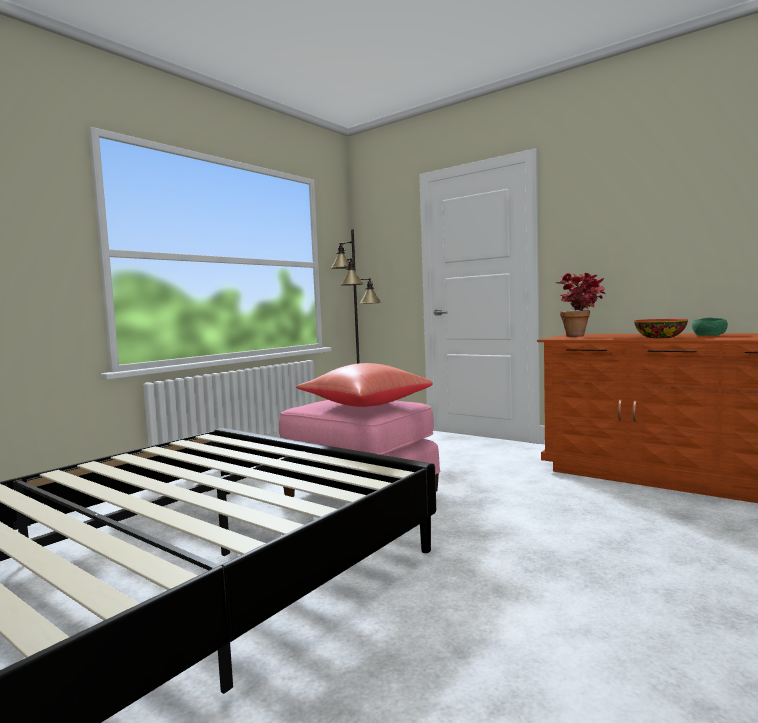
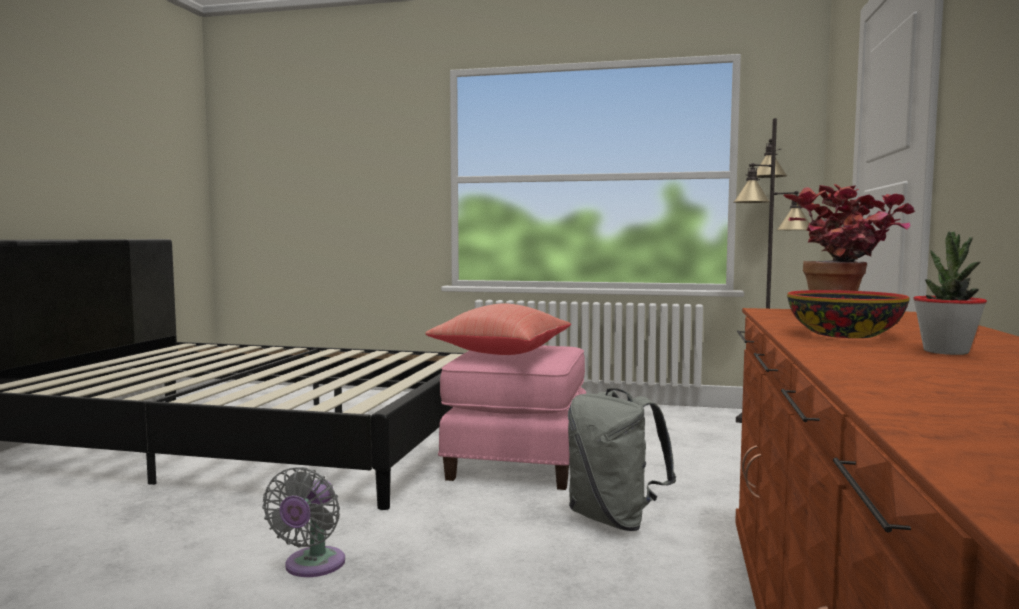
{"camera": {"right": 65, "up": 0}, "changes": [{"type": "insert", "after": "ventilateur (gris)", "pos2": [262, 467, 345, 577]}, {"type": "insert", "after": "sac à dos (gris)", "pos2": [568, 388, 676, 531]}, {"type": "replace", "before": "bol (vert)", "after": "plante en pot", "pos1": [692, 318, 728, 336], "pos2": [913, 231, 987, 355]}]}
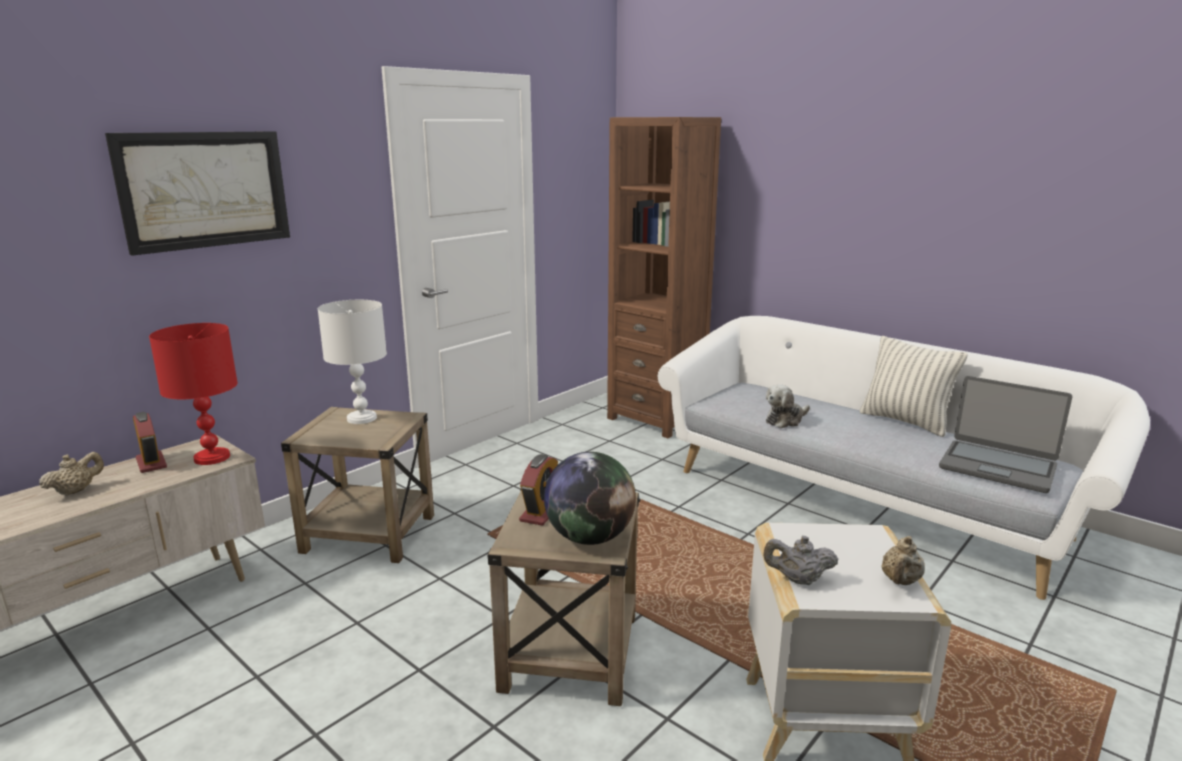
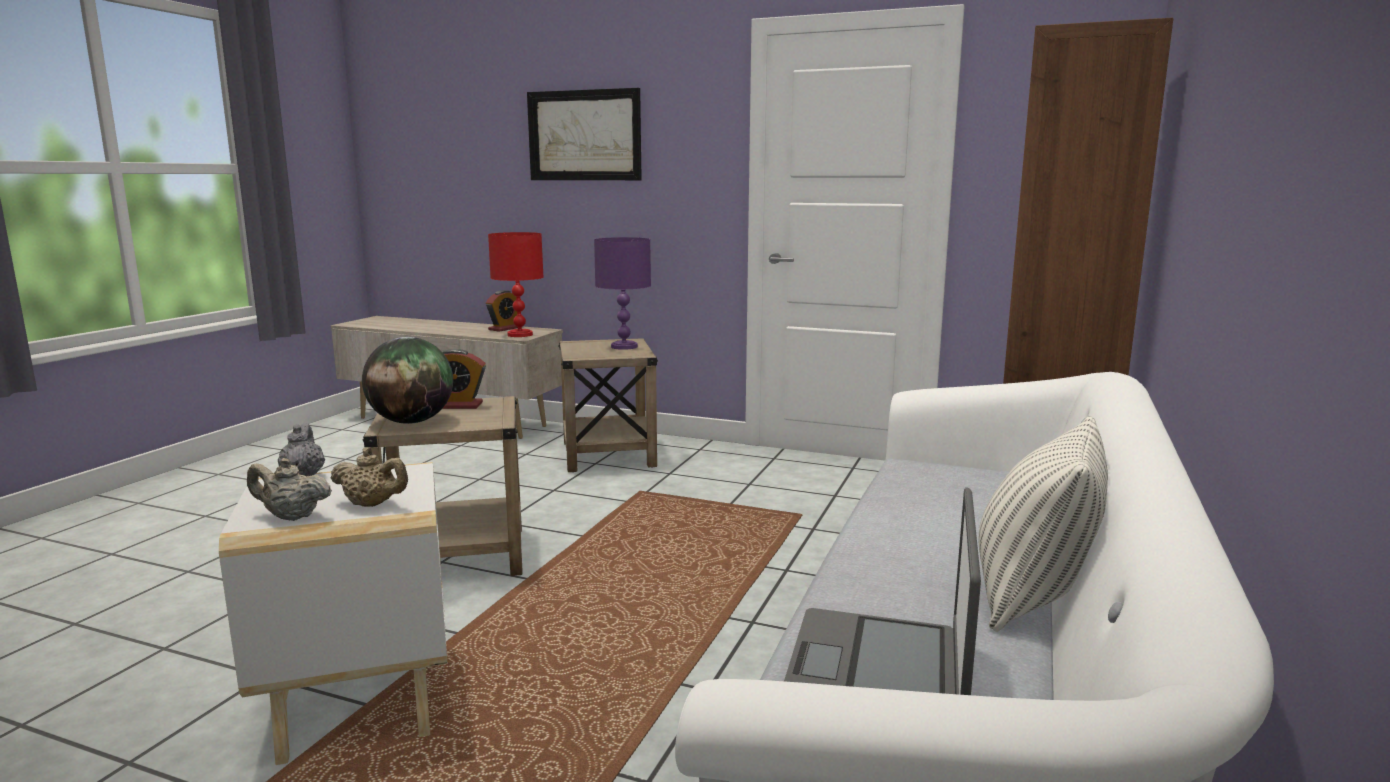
{"camera": {"right": 70, "up": -5}, "changes": [{"type": "delete", "before": "peluche", "pos1": [766, 384, 810, 428]}, {"type": "move", "before": "théière (beige)", "pos1": [39, 452, 104, 496], "pos2": [330, 447, 408, 507]}, {"type": "recolor", "before": "lampe de table (blanc)", "after": "lampe de table (violet)", "pos1": [318, 300, 387, 424], "pos2": [594, 237, 651, 350]}]}
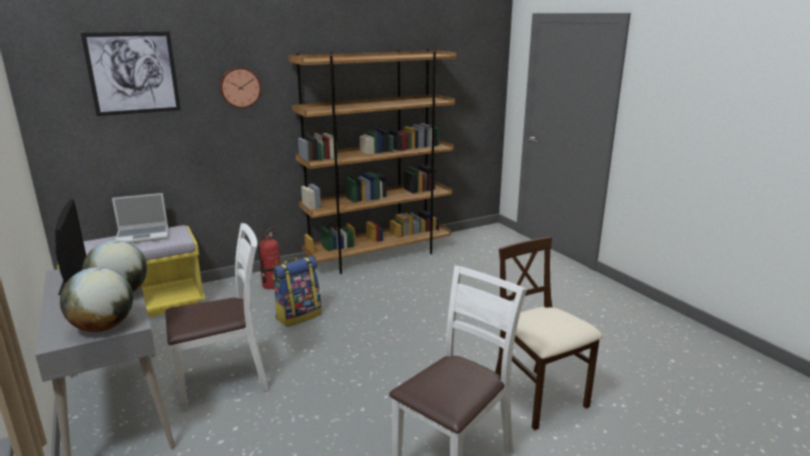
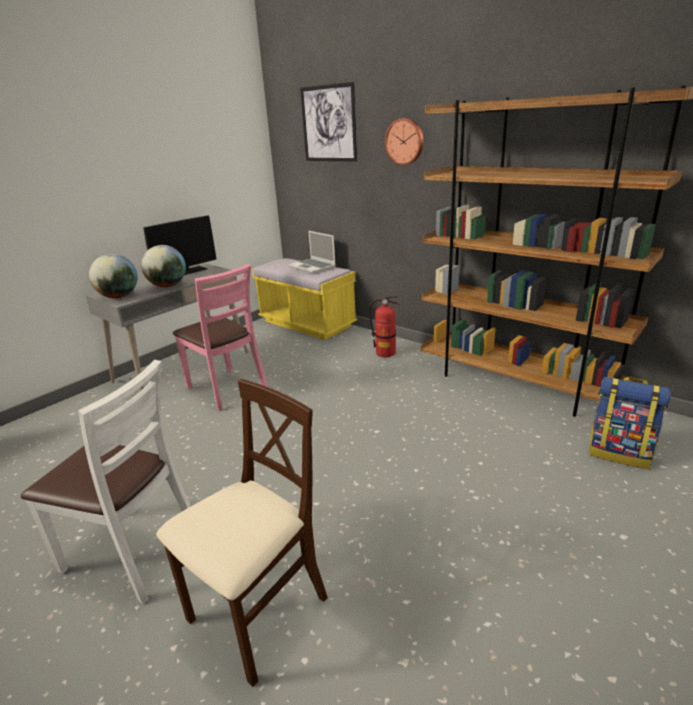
{"camera": {"right": 70, "up": 5}, "changes": [{"type": "move", "before": "sac à dos", "pos1": [273, 256, 322, 327], "pos2": [589, 377, 671, 469]}, {"type": "recolor", "before": "chaise (blanc)", "after": "chaise (rose)", "pos1": [165, 223, 269, 409], "pos2": [173, 264, 268, 411]}]}
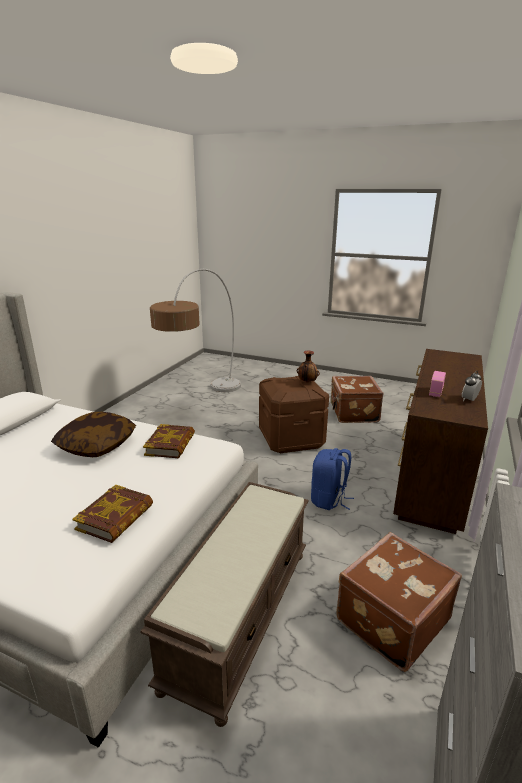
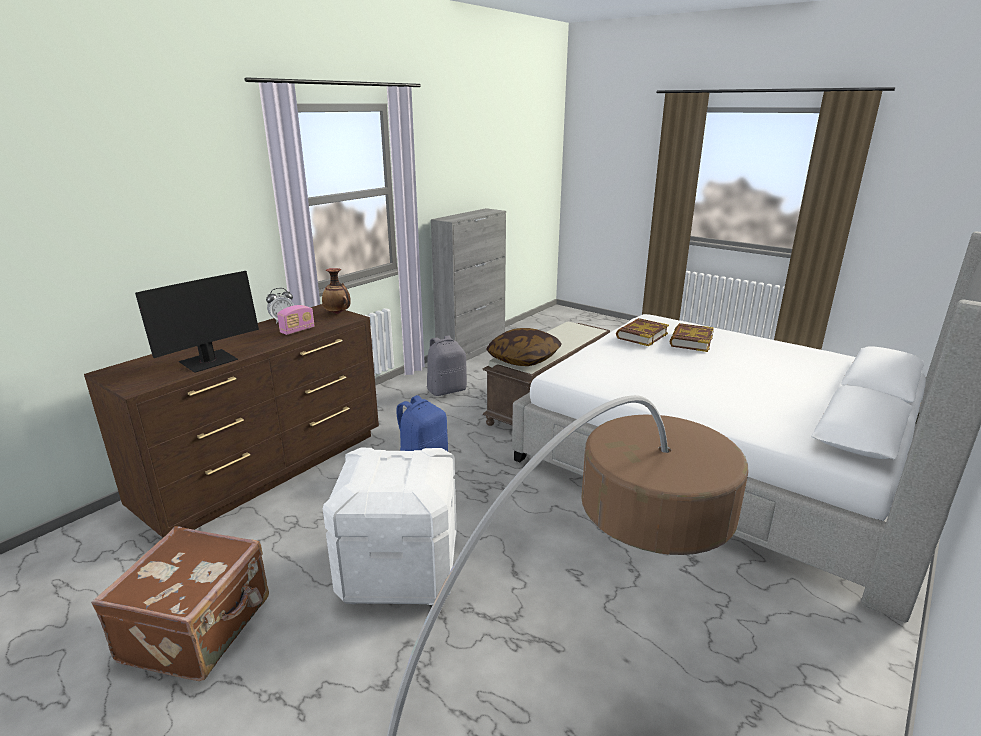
{"camera": {"right": -165, "up": 0}, "changes": [{"type": "insert", "after": "écran d'ordinateur", "pos2": [135, 271, 259, 373]}, {"type": "move", "before": "coussin", "pos1": [51, 412, 136, 457], "pos2": [486, 328, 562, 366]}, {"type": "move", "before": "livre", "pos1": [143, 424, 195, 458], "pos2": [670, 323, 714, 352]}, {"type": "move", "before": "vase", "pos1": [297, 351, 320, 383], "pos2": [322, 268, 351, 314]}, {"type": "replace", "before": "valise (marron)", "after": "sac à dos (gris)", "pos1": [336, 532, 462, 672], "pos2": [427, 335, 467, 396]}, {"type": "recolor", "before": "boîte de rangement (marron)", "after": "boîte de rangement (blanc)", "pos1": [259, 376, 329, 453], "pos2": [323, 447, 457, 605]}]}
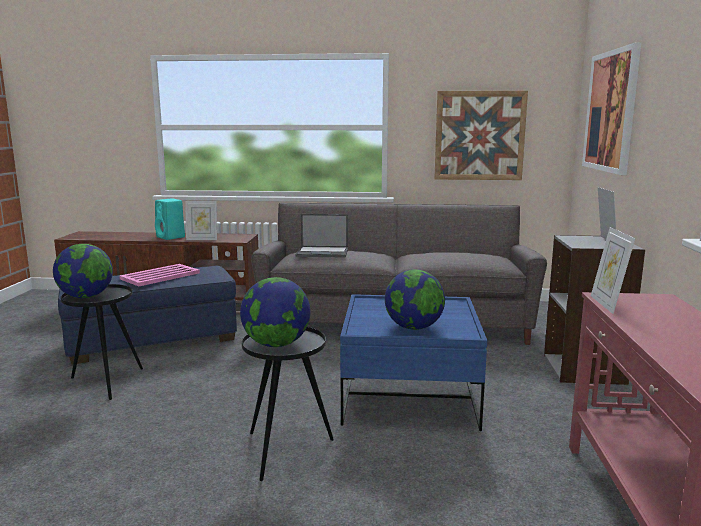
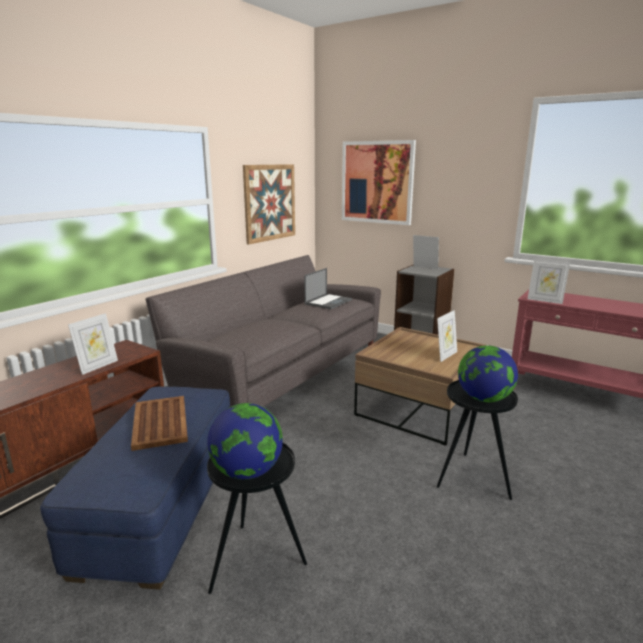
{"camera": {"right": -60, "up": 5}, "changes": [{"type": "delete", "before": "enceinte (turquoise)", "pos1": [155, 198, 185, 240]}, {"type": "move", "before": "ordinateur portable", "pos1": [296, 214, 348, 258], "pos2": [304, 268, 352, 309]}, {"type": "replace", "before": "globe", "after": "cadre photo", "pos1": [385, 269, 445, 330], "pos2": [437, 310, 457, 362]}, {"type": "recolor", "before": "plateau (rose)", "after": "plateau (marron)", "pos1": [119, 264, 200, 286], "pos2": [131, 396, 188, 451]}, {"type": "recolor", "before": "table basse (bleu)", "after": "table basse (marron)", "pos1": [340, 294, 487, 431], "pos2": [354, 327, 485, 446]}]}
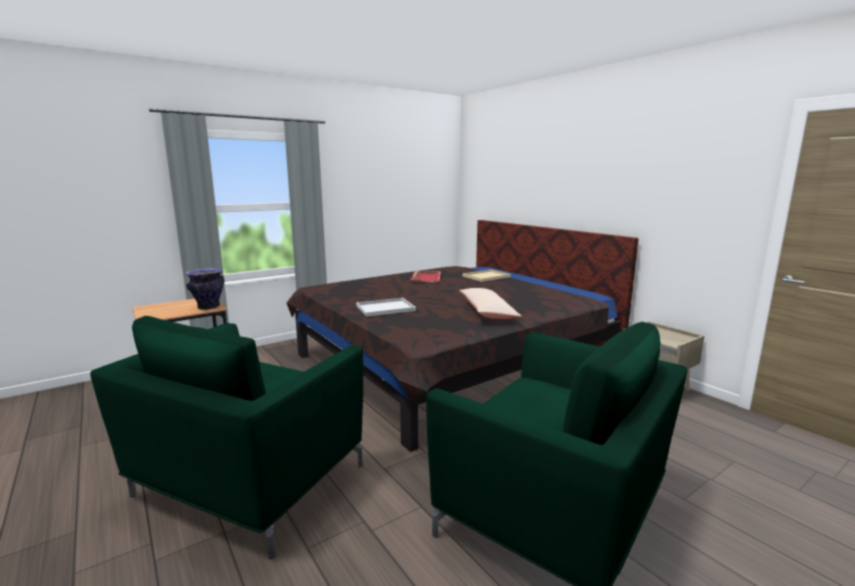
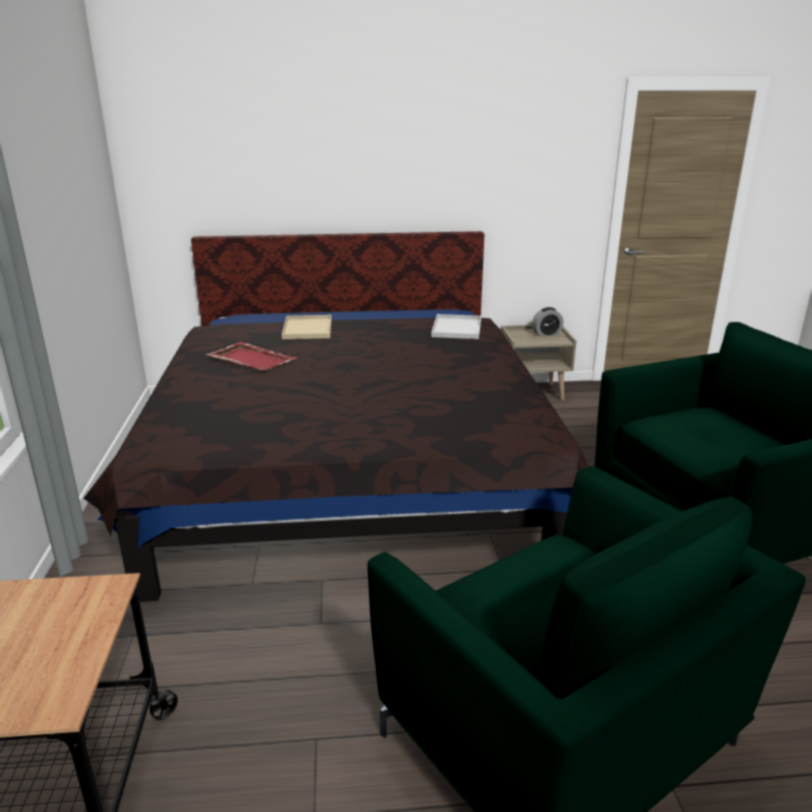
{"camera": {"right": -60, "up": 10}, "changes": [{"type": "delete", "before": "vase", "pos1": [185, 268, 224, 310]}, {"type": "delete", "before": "coussin (beige)", "pos1": [459, 288, 521, 319]}, {"type": "insert", "after": "réveil", "pos2": [532, 307, 563, 337]}, {"type": "move", "before": "plateau (blanc)", "pos1": [356, 298, 416, 317], "pos2": [431, 314, 481, 339]}]}
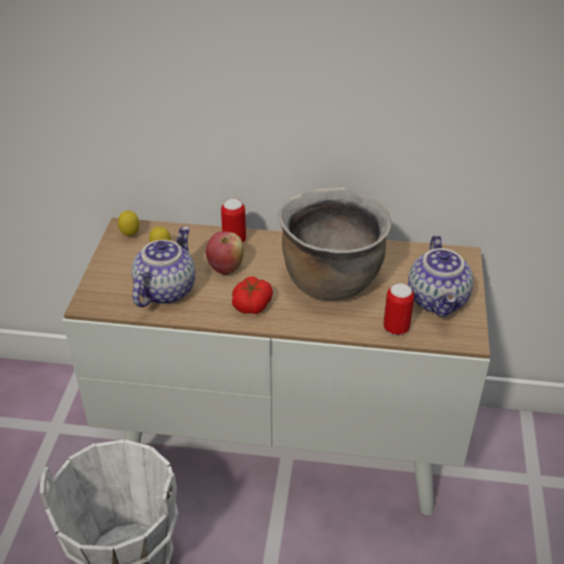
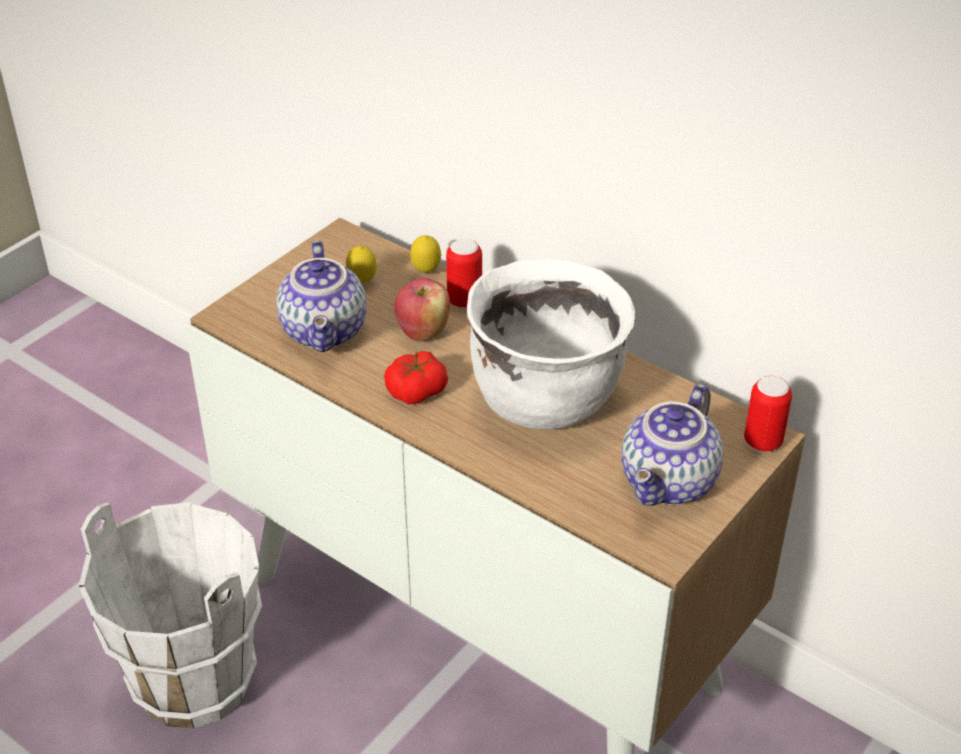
{"camera": {"right": 30, "up": 0}, "changes": [{"type": "move", "before": "citron", "pos1": [118, 210, 140, 236], "pos2": [410, 235, 441, 273]}, {"type": "move", "before": "boîte métallique", "pos1": [383, 283, 414, 335], "pos2": [744, 376, 792, 452]}, {"type": "recolor", "before": "marmite (marron)", "after": "marmite (blanc)", "pos1": [278, 188, 392, 300], "pos2": [467, 259, 636, 430]}, {"type": "rotate", "before": "théière", "pos1": [131, 226, 195, 307], "pos2": [276, 240, 366, 352], "turn": 120}]}
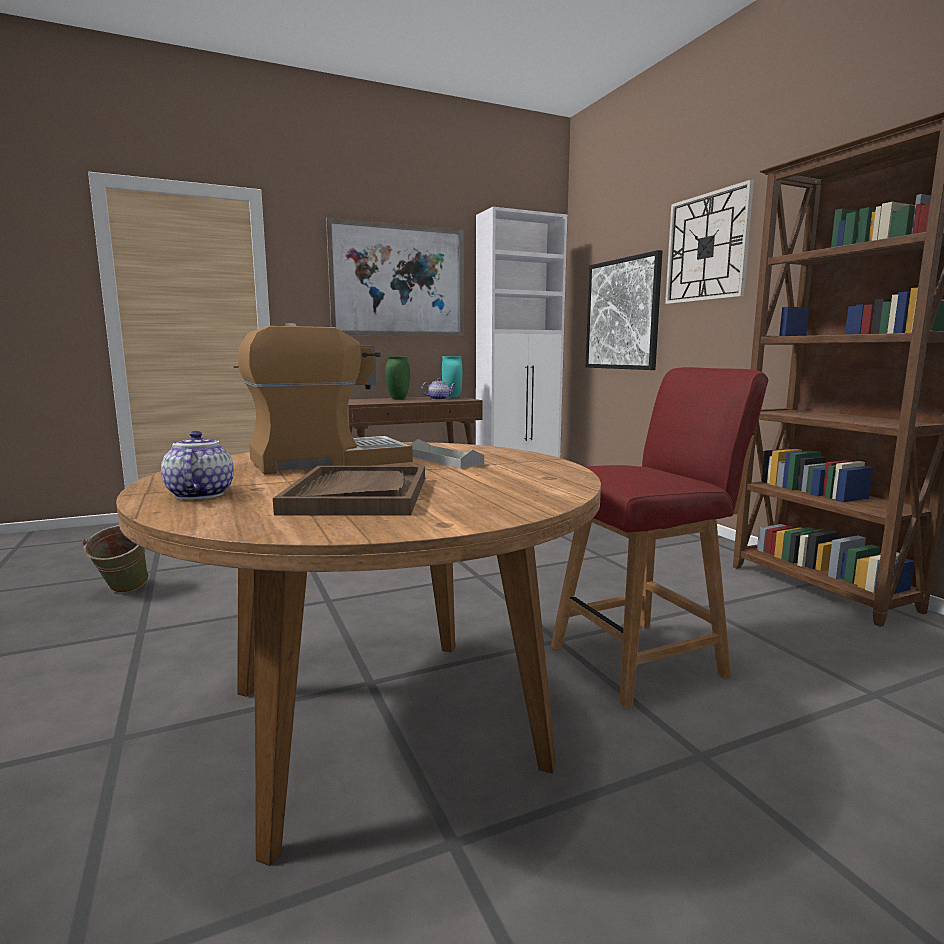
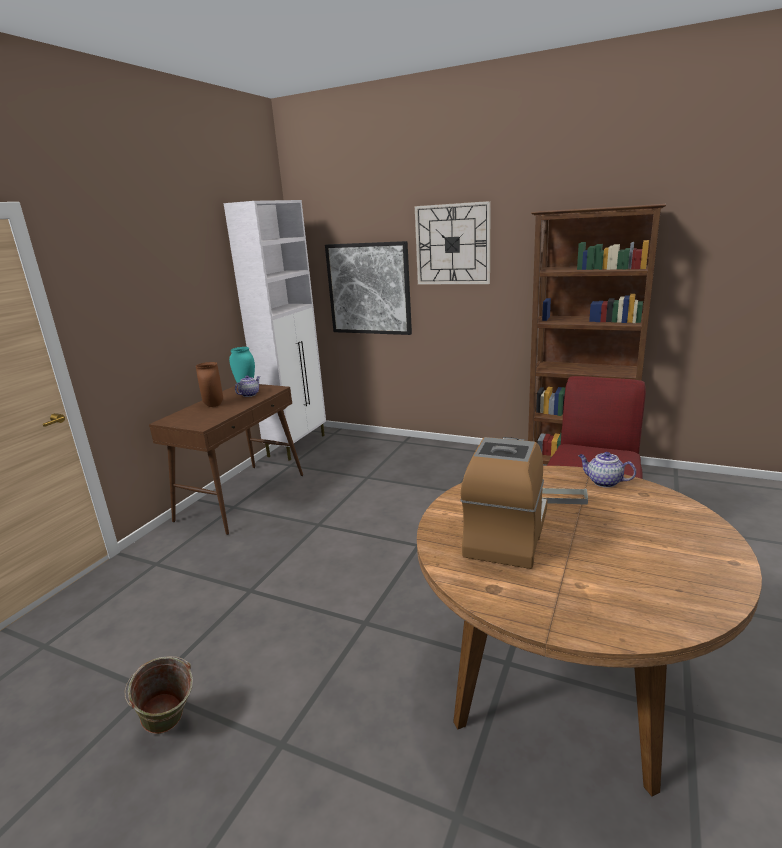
{"camera": {"right": -40, "up": 10}, "changes": [{"type": "delete", "before": "plateau (marron)", "pos1": [273, 466, 425, 516]}, {"type": "delete", "before": "tableau", "pos1": [326, 218, 464, 336]}, {"type": "move", "before": "théière", "pos1": [161, 431, 234, 499], "pos2": [578, 452, 636, 488]}, {"type": "recolor", "before": "vase (vert)", "after": "vase (marron)", "pos1": [385, 357, 410, 400], "pos2": [196, 362, 223, 407]}]}
